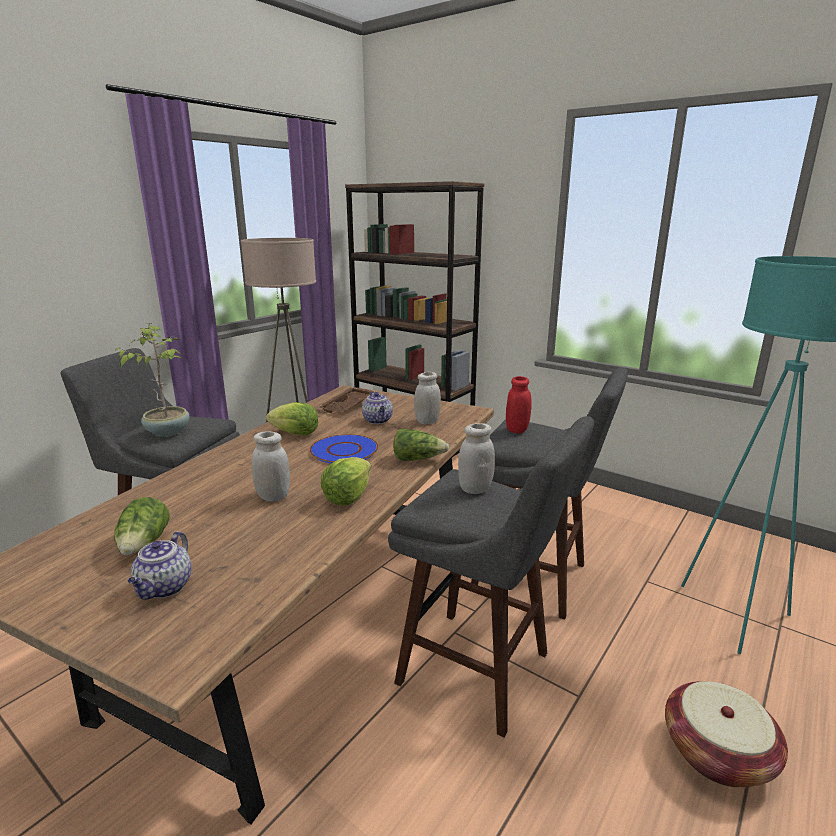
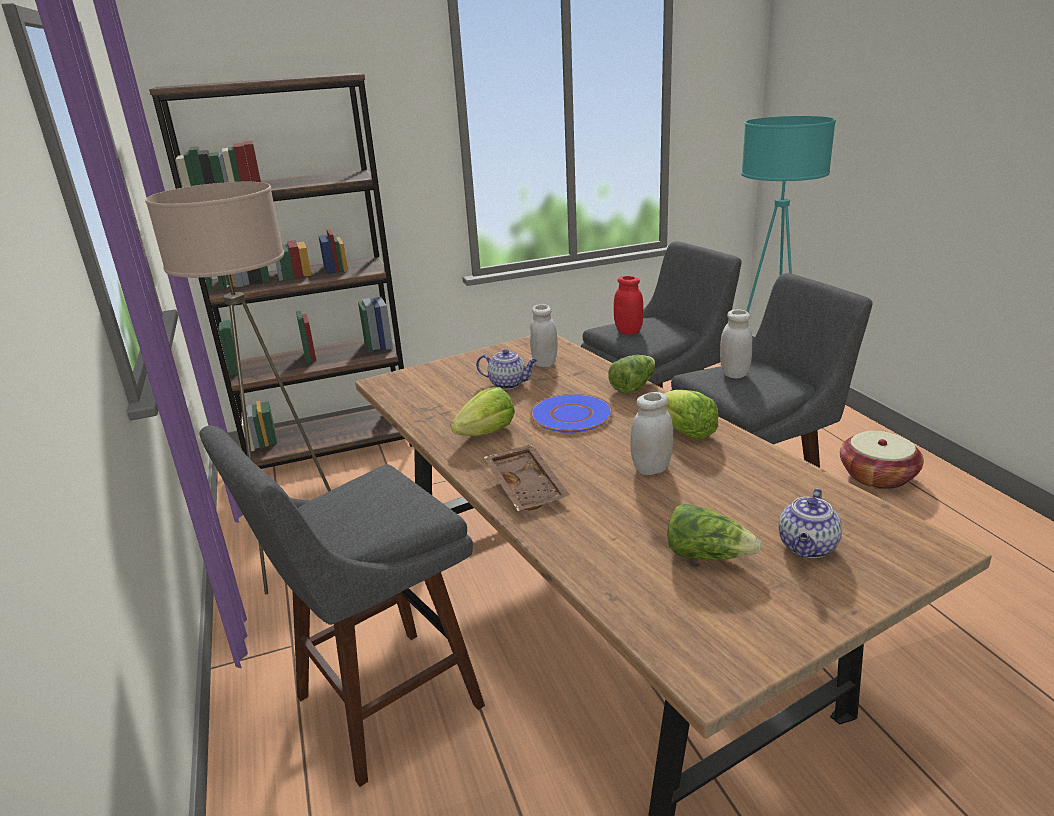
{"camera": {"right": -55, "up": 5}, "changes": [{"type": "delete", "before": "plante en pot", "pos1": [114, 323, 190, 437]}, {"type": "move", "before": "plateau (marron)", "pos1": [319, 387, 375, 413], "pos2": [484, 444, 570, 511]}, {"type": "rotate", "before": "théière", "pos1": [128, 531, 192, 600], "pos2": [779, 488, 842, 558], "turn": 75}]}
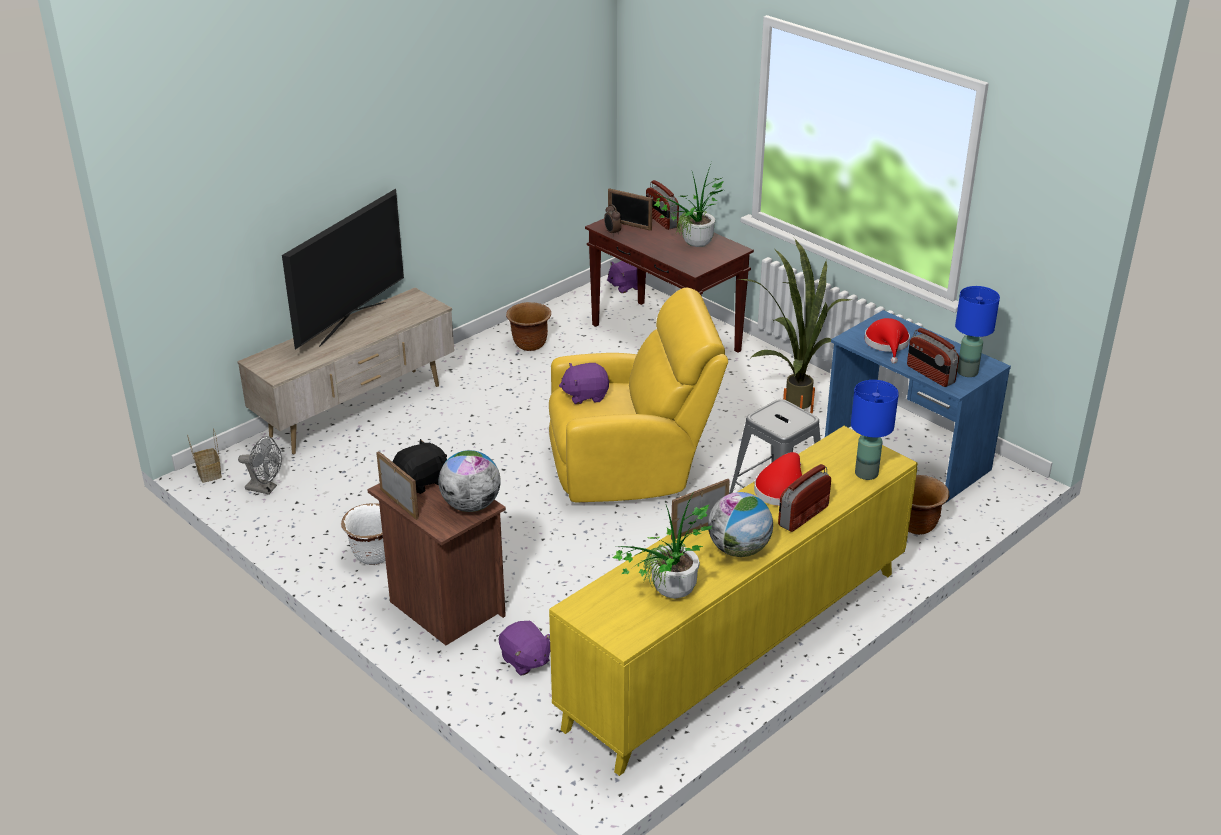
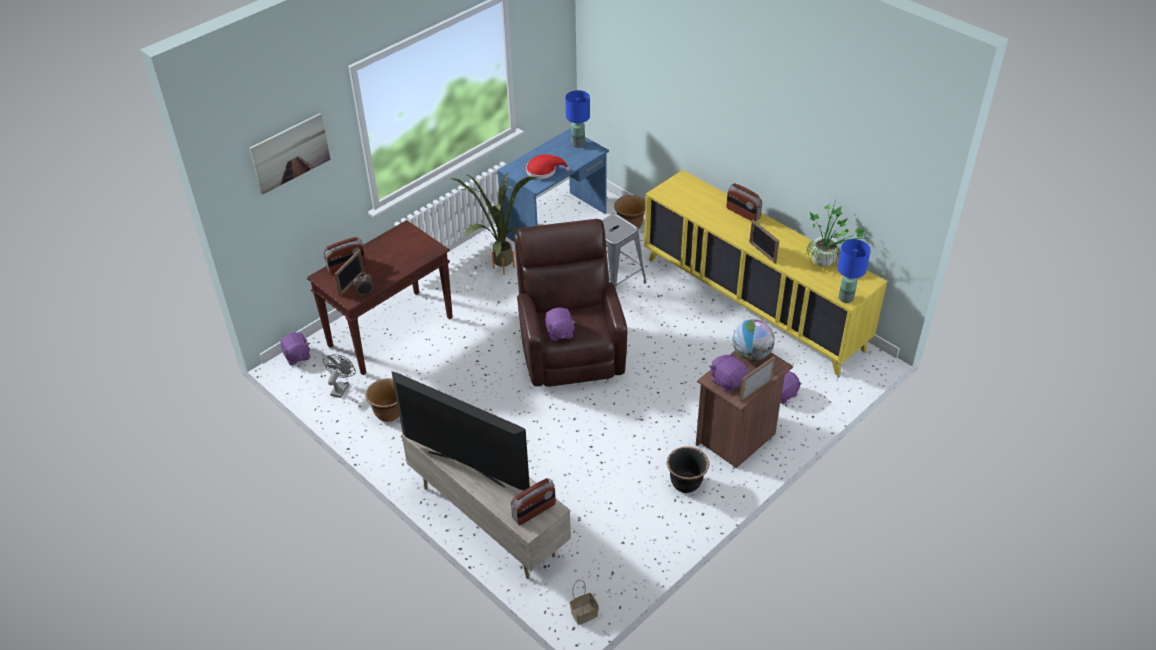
{"camera": {"right": -90, "up": 10}, "changes": [{"type": "delete", "before": "plante en pot", "pos1": [653, 162, 724, 247]}, {"type": "delete", "before": "globe", "pos1": [708, 492, 773, 557]}, {"type": "delete", "before": "chapeau (rouge)", "pos1": [754, 452, 802, 506]}, {"type": "insert", "after": "tableau", "pos2": [249, 113, 331, 195]}, {"type": "move", "before": "ventilateur (gris)", "pos1": [238, 436, 282, 495], "pos2": [323, 354, 356, 398]}, {"type": "move", "before": "lampe de table (bleu)", "pos1": [851, 380, 899, 480], "pos2": [837, 239, 871, 303]}, {"type": "move", "before": "radio", "pos1": [907, 328, 959, 387], "pos2": [511, 478, 556, 525]}, {"type": "recolor", "before": "cache-pot (blanc)", "after": "cache-pot (noir)", "pos1": [341, 503, 386, 565], "pos2": [667, 447, 709, 493]}, {"type": "recolor", "before": "peluche (noir)", "after": "peluche (violet)", "pos1": [393, 439, 447, 494], "pos2": [710, 352, 749, 392]}, {"type": "recolor", "before": "fauteuil (jaune)", "after": "fauteuil (marron)", "pos1": [549, 287, 728, 503], "pos2": [514, 219, 627, 387]}]}
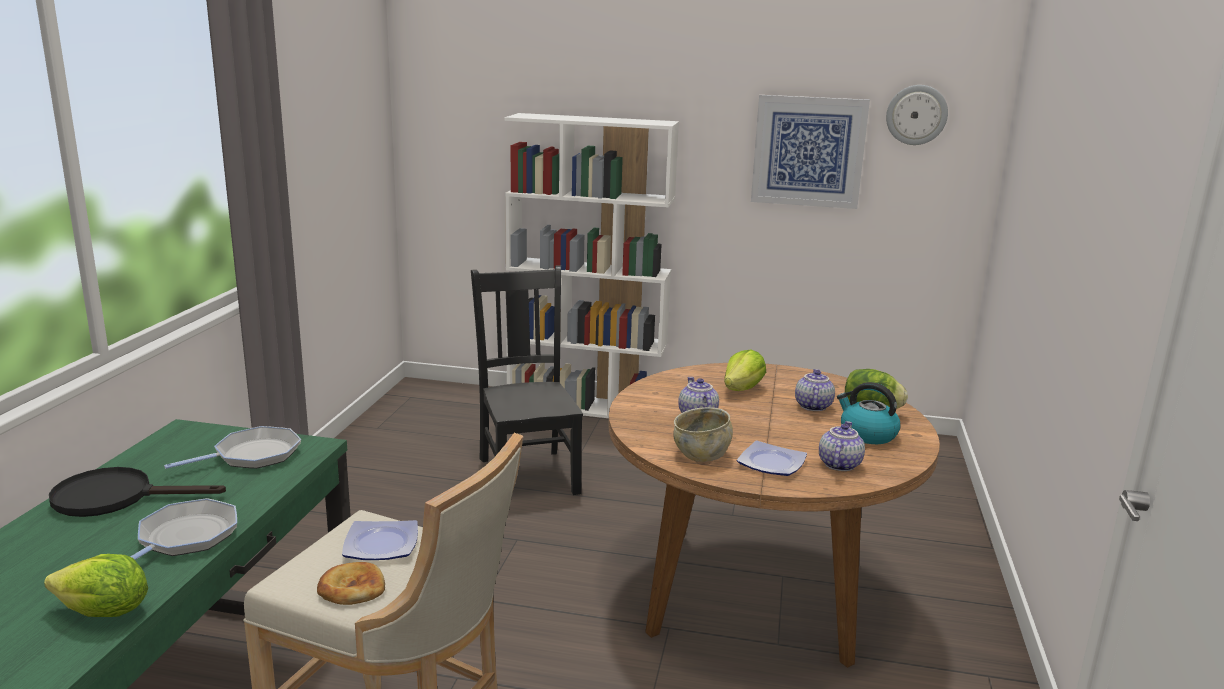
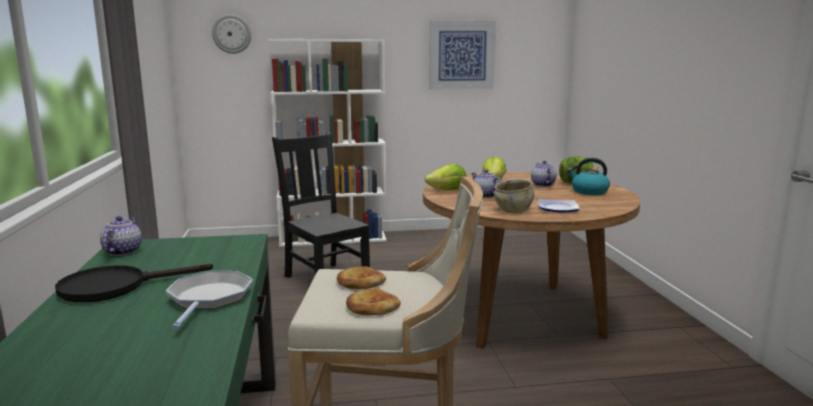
{"camera": {"right": -20, "up": -5}, "changes": [{"type": "delete", "before": "poêle", "pos1": [164, 426, 301, 469]}, {"type": "move", "before": "laitue", "pos1": [44, 554, 148, 617], "pos2": [425, 164, 467, 191]}, {"type": "move", "before": "théière", "pos1": [819, 421, 865, 471], "pos2": [100, 216, 142, 256]}, {"type": "move", "before": "horloge murale", "pos1": [886, 85, 948, 145], "pos2": [212, 14, 251, 54]}, {"type": "replace", "before": "assiette", "after": "pain", "pos1": [342, 520, 418, 560], "pos2": [337, 266, 386, 289]}]}
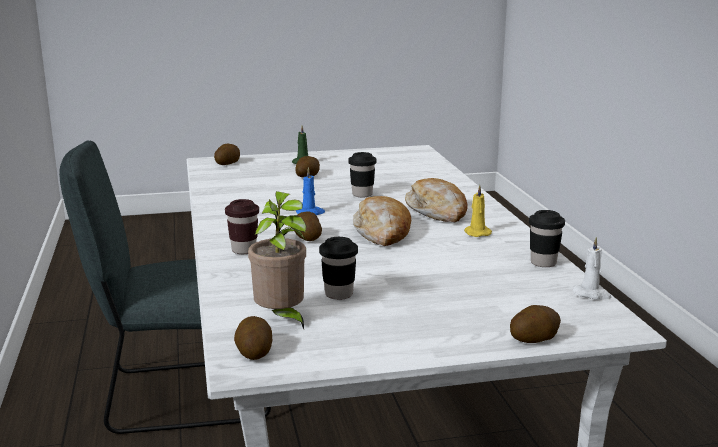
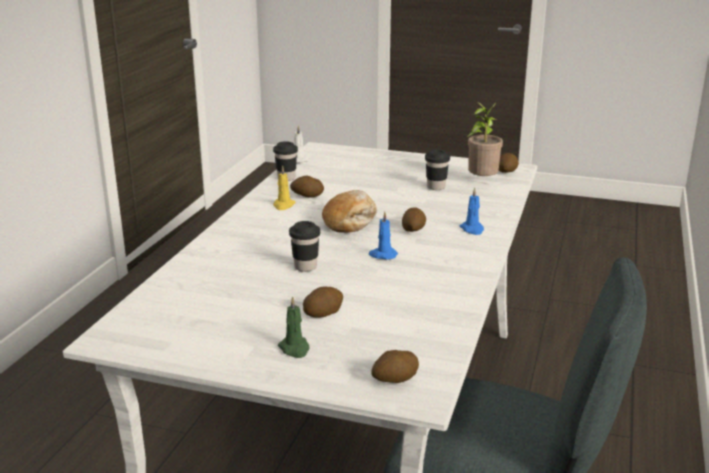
{"camera": {"right": -150, "up": 5}, "changes": [{"type": "delete", "before": "pain", "pos1": [405, 178, 468, 222]}, {"type": "move", "before": "pomme de terre", "pos1": [510, 305, 561, 343], "pos2": [290, 175, 324, 198]}, {"type": "replace", "before": "tasse (marron)", "after": "bougie (bleu)", "pos1": [225, 199, 259, 254], "pos2": [460, 188, 484, 235]}]}
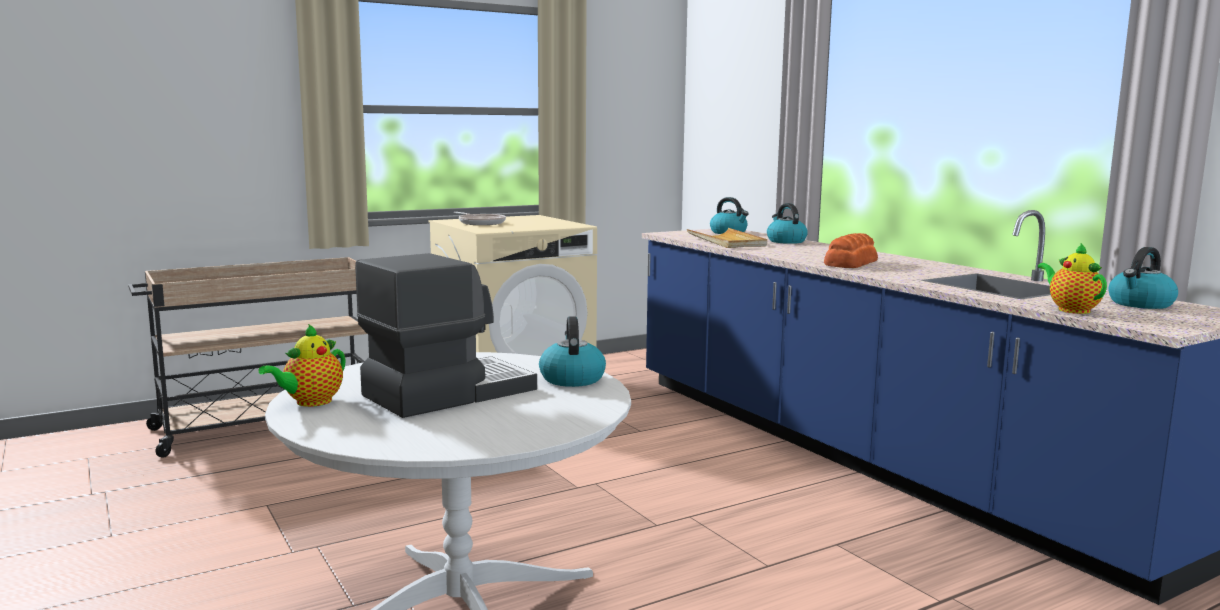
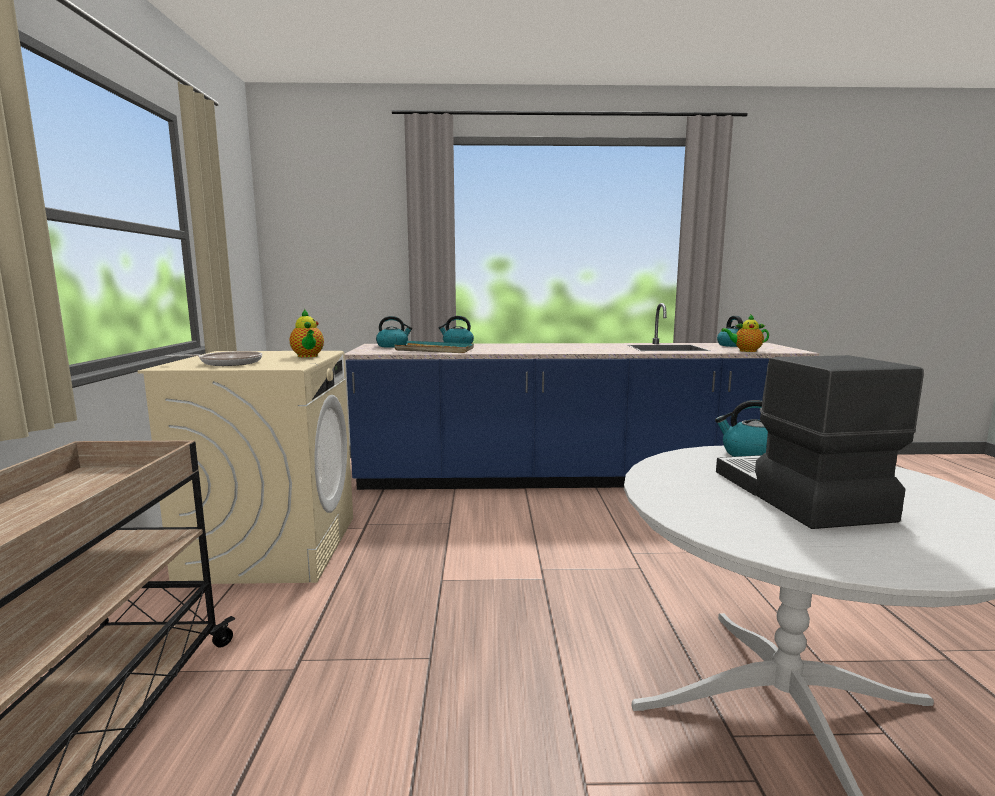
{"camera": {"right": -60, "up": 0}, "changes": [{"type": "delete", "before": "pain", "pos1": [824, 233, 878, 268]}, {"type": "move", "before": "théière", "pos1": [259, 324, 346, 407], "pos2": [290, 309, 324, 357]}, {"type": "recolor", "before": "plateau (beige)", "after": "plateau (turquoise)", "pos1": [687, 228, 767, 248], "pos2": [394, 341, 474, 353]}]}
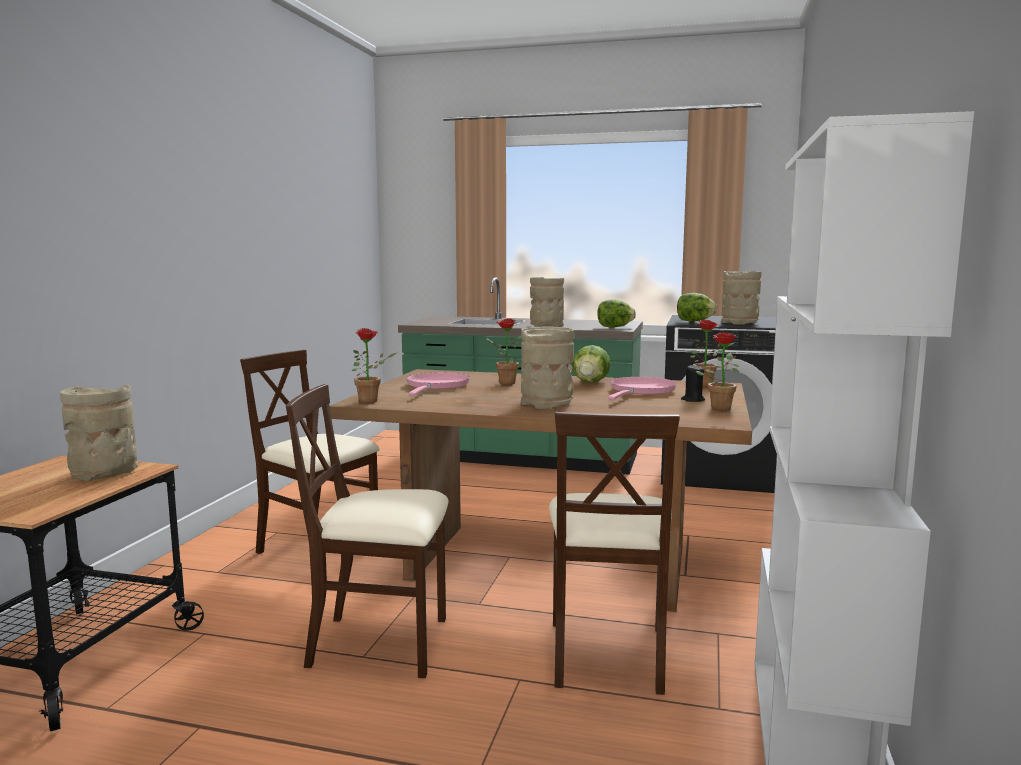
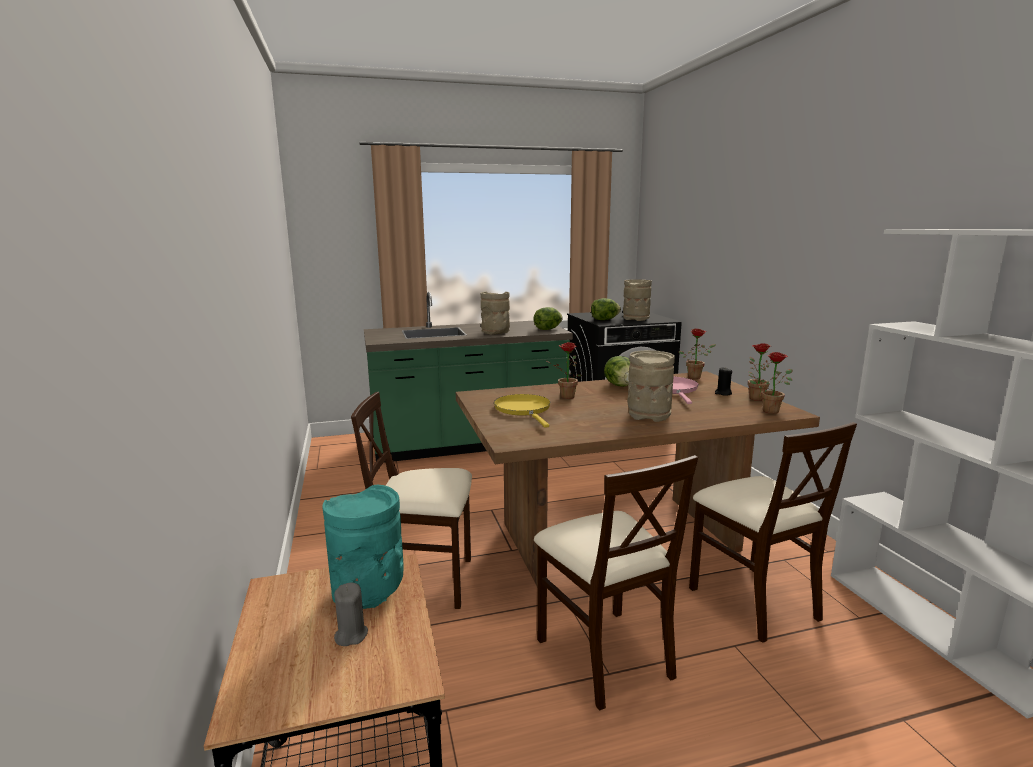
{"camera": {"right": -30, "up": 5}, "changes": [{"type": "insert", "after": "bougie (gris)", "pos2": [334, 583, 368, 646]}, {"type": "move", "before": "plante en pot", "pos1": [352, 328, 396, 403], "pos2": [749, 352, 793, 414]}, {"type": "recolor", "before": "vase (beige)", "after": "vase (turquoise)", "pos1": [60, 385, 138, 481], "pos2": [322, 485, 404, 609]}, {"type": "recolor", "before": "poêle (rose)", "after": "poêle (jaune)", "pos1": [406, 372, 470, 396], "pos2": [494, 394, 551, 428]}, {"type": "rotate", "before": "chaise (beige)", "pos1": [286, 384, 449, 678], "pos2": [534, 455, 698, 711], "turn": -90}]}
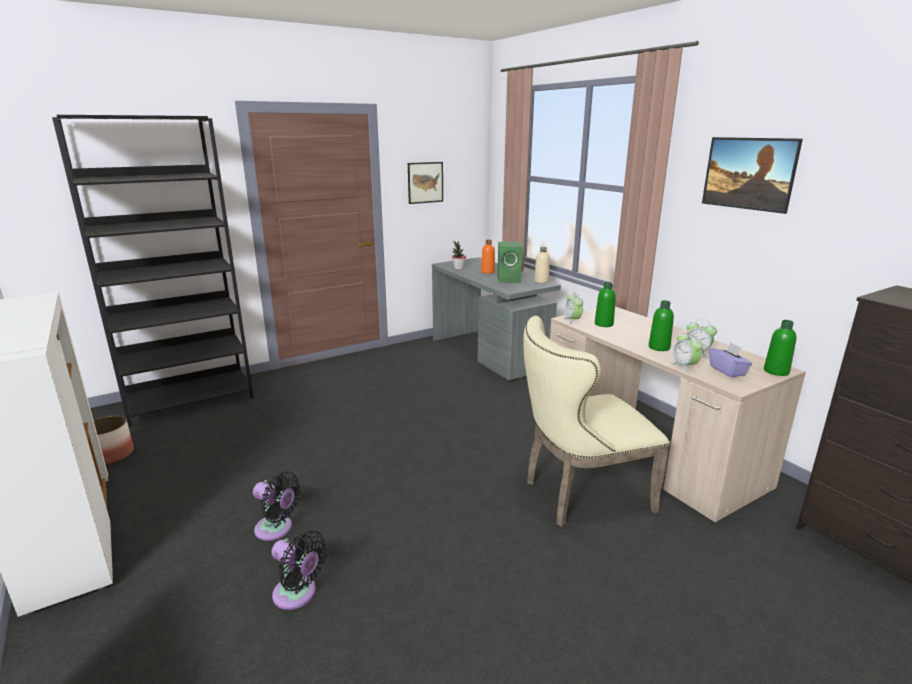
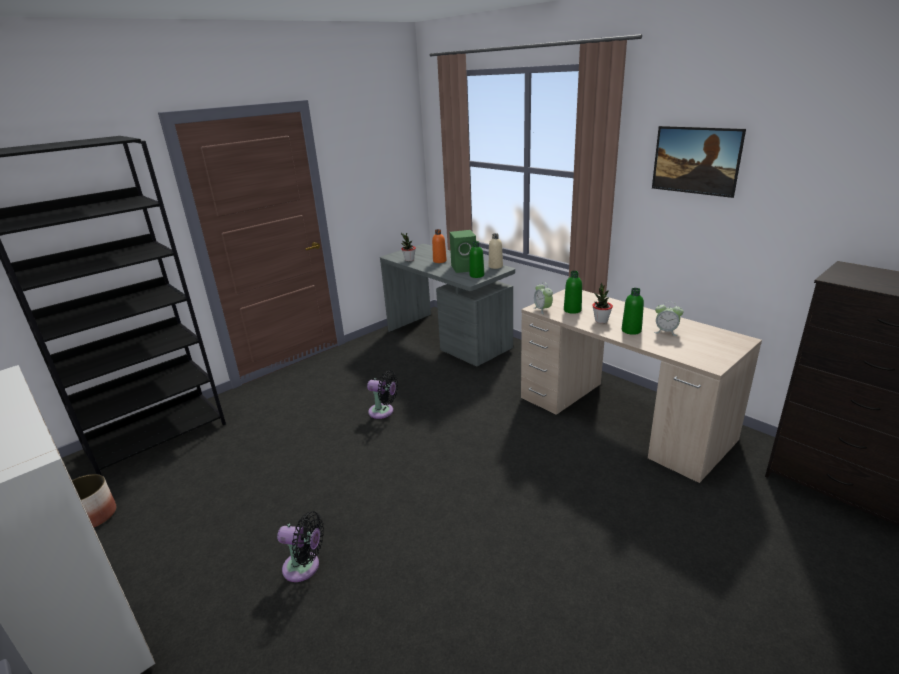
{"camera": {"right": -10, "up": 5}, "changes": [{"type": "delete", "before": "tableau", "pos1": [408, 162, 443, 204]}, {"type": "delete", "before": "chaise (beige)", "pos1": [523, 316, 670, 527]}, {"type": "delete", "before": "réveil", "pos1": [671, 331, 703, 373]}, {"type": "delete", "before": "boîte à mouchoirs (violet)", "pos1": [709, 343, 752, 377]}, {"type": "insert", "after": "plante en pot", "pos2": [592, 282, 613, 323]}, {"type": "move", "before": "ventilateur (noir)", "pos1": [272, 530, 327, 610], "pos2": [367, 371, 398, 419]}, {"type": "move", "before": "bouteille (vert)", "pos1": [764, 320, 796, 376], "pos2": [469, 241, 484, 278]}]}
